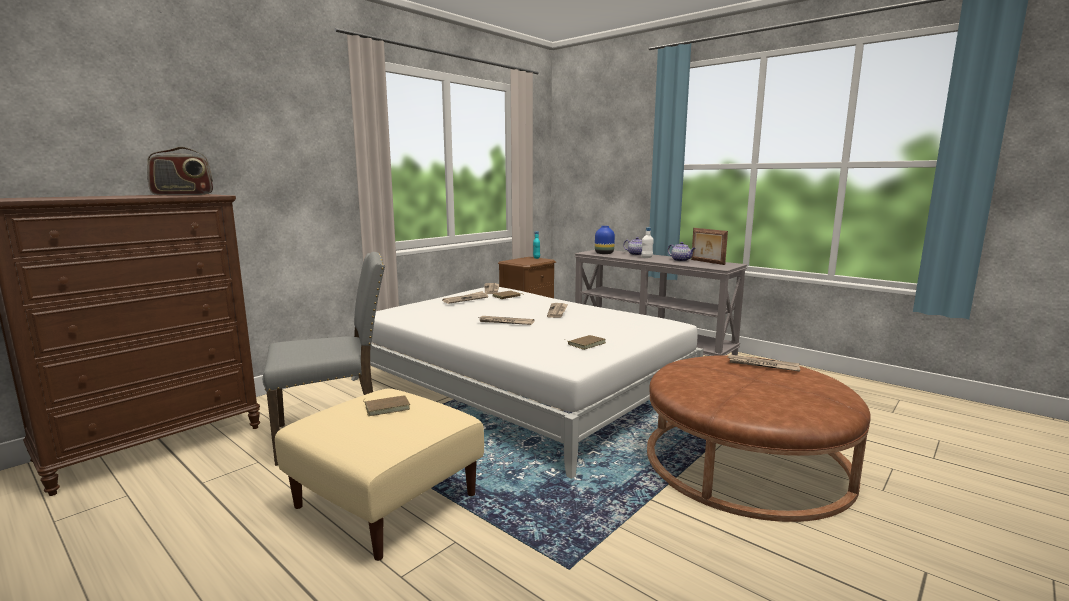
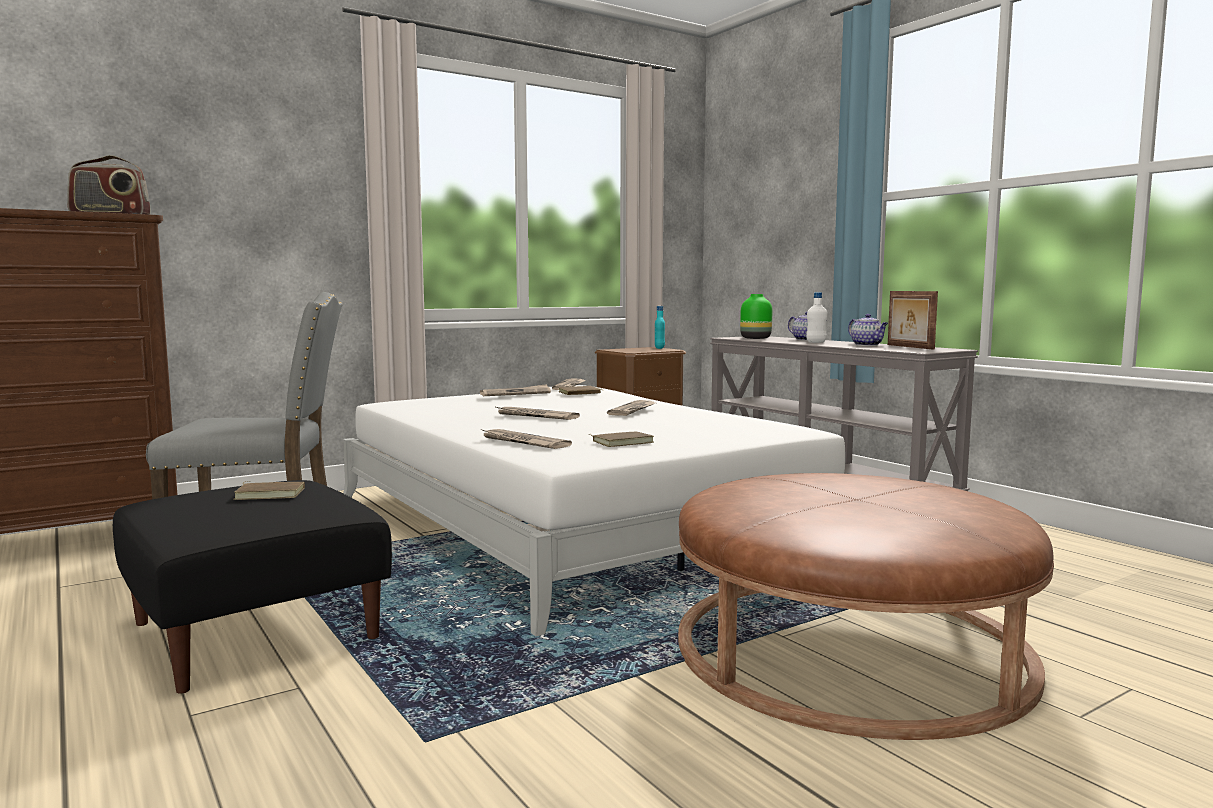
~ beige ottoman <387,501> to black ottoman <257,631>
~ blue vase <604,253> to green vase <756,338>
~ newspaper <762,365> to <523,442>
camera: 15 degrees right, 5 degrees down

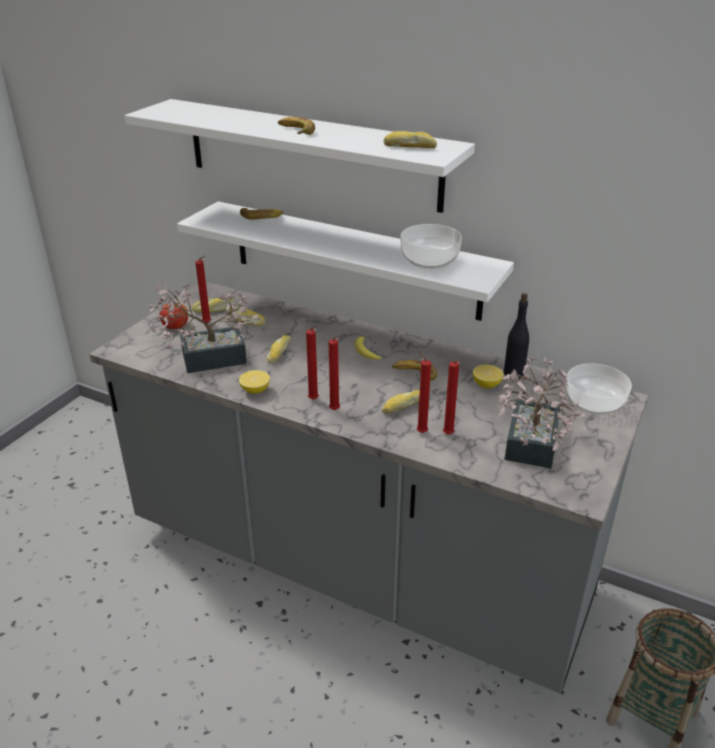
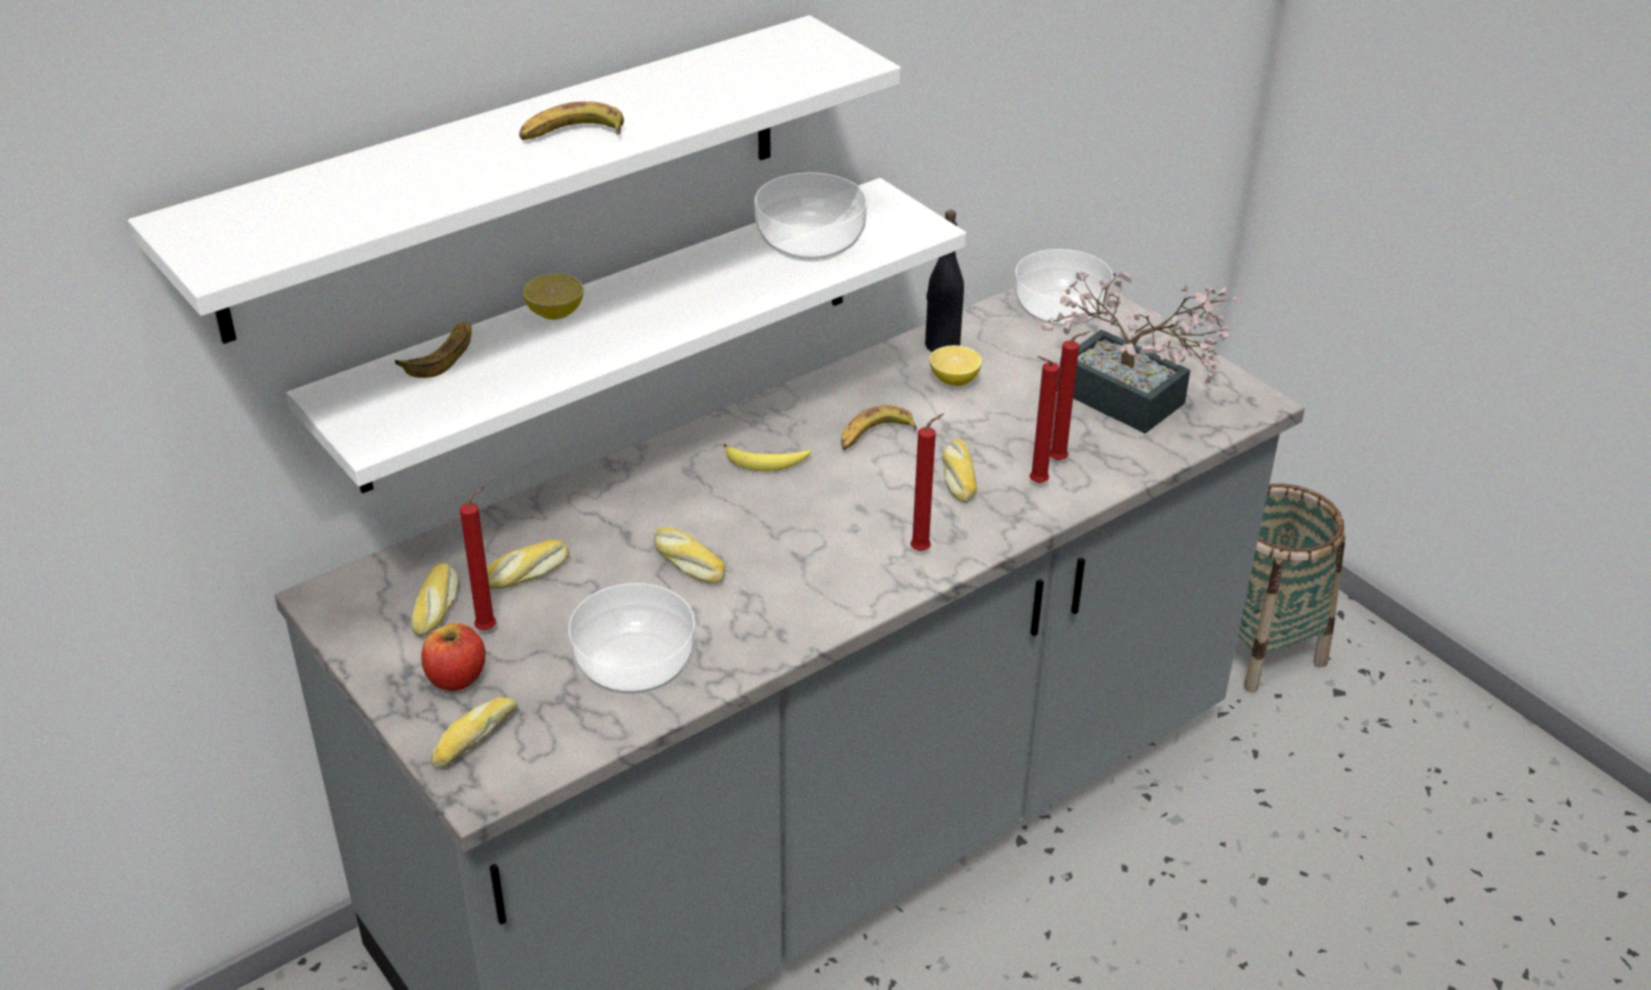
~ potted plant <205,359> to bowl <633,663>
~ lemon <255,390> to <555,313>
- red candle <314,400>
~ bread <410,147> to <473,738>
camera: 65 degrees left, 5 degrees up

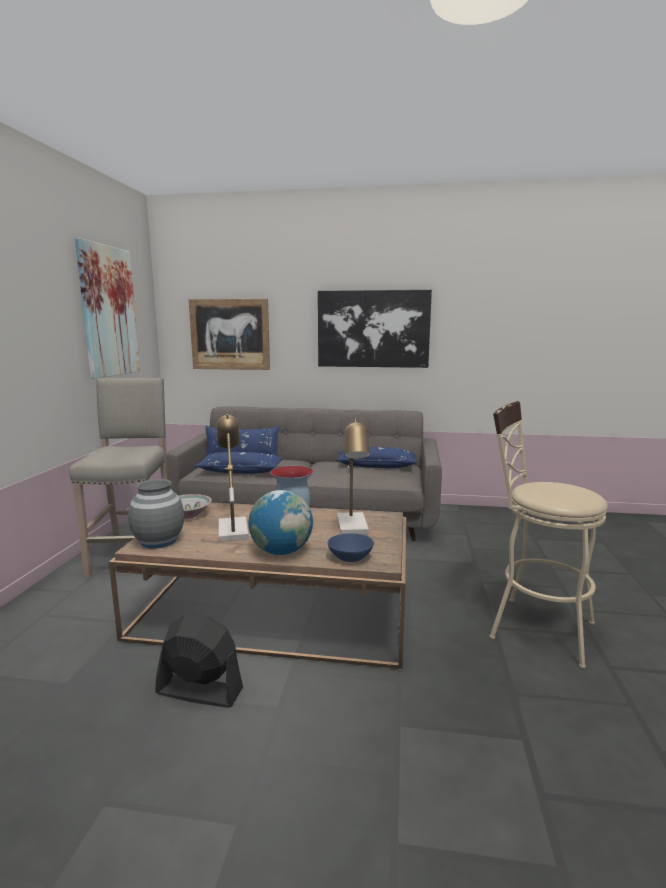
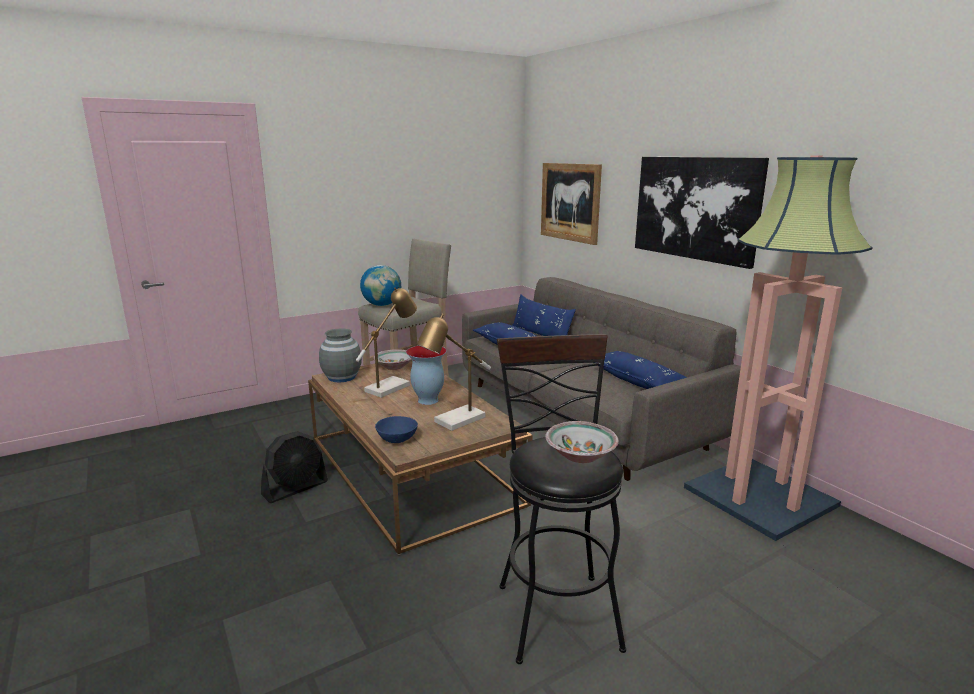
- picture <108,311>
~ black fan <199,691> = <295,488> 75 degrees clockwise
~ globe <281,551> to <382,305>
~ beige stool <532,627> to black stool <555,607>
+ bowl <580,455>
+ floor lamp <760,497>
camera: 50 degrees right, 5 degrees up

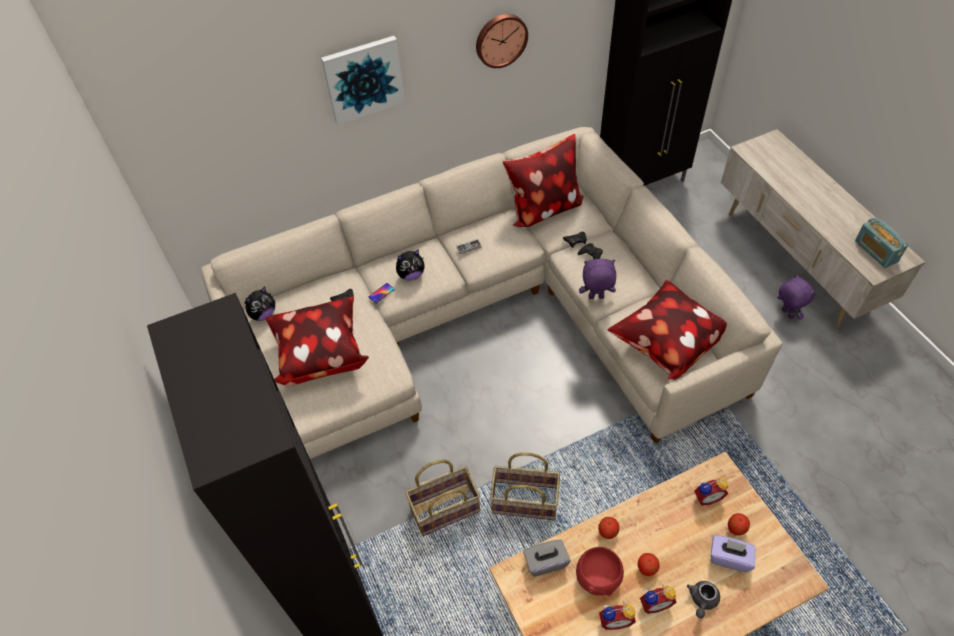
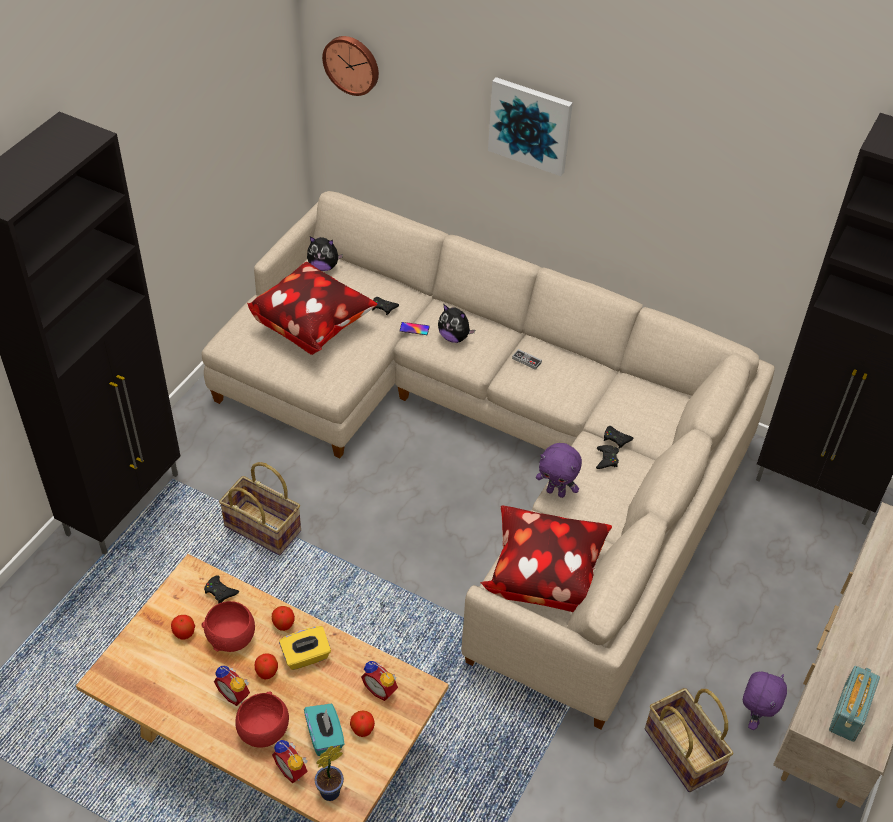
~ wall clock <500,39> to <352,64>
~ basket <524,502> to <681,751>
- pillow <543,208>
~ grey tissue box <545,562> to black game controller <220,591>
~ purple plush toy <596,298> = <556,492> 150 degrees clockwise
~ alarm clock <615,619> to <293,769>
~ grey teapot <702,600> to red bowl <263,732>
~ purple tissue box <729,558> to turquoise tissue box <325,736>
+ apple <184,633>
+ yellow tissue box <306,656>
+ potted plant <332,790>
camera: 50 degrees right, 5 degrees down

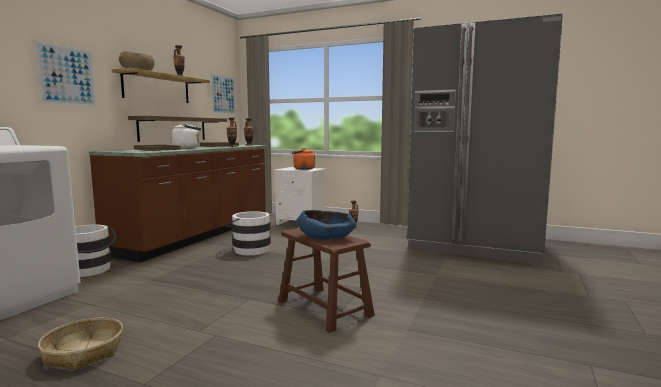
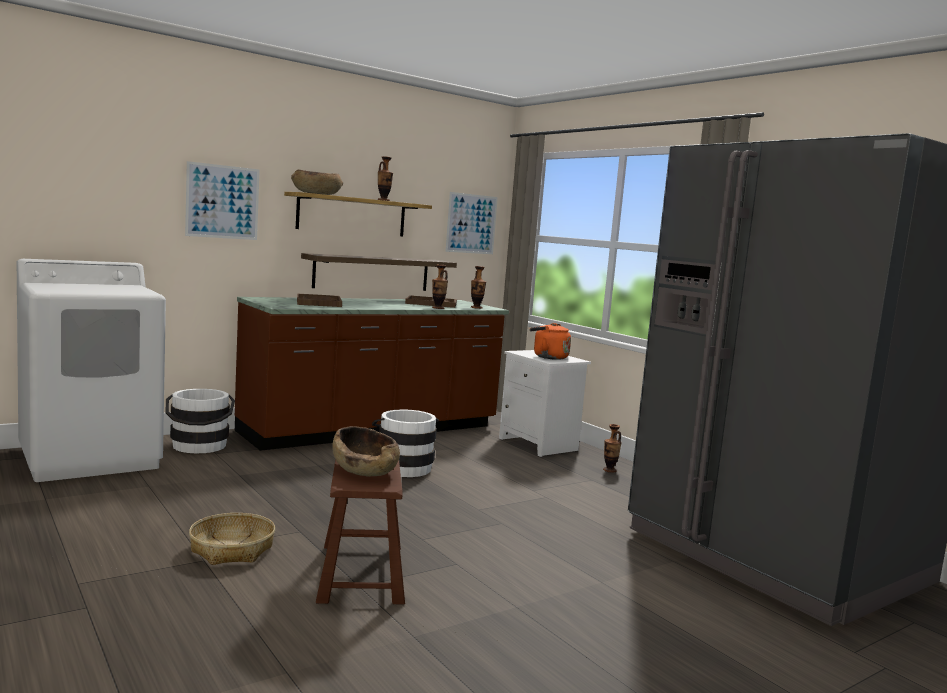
~ basket <83,352> to <231,549>
- white kettle <188,148>
~ blue bowl <326,237> to brown bowl <365,470>
camera: 30 degrees right, 0 degrees up

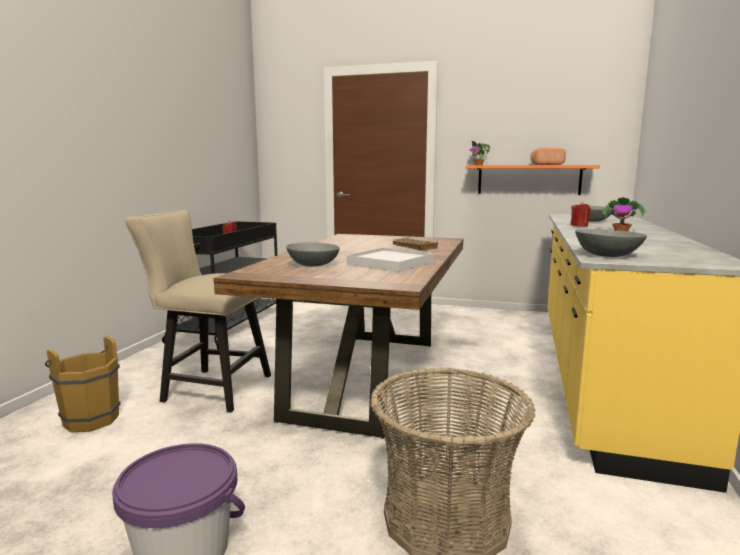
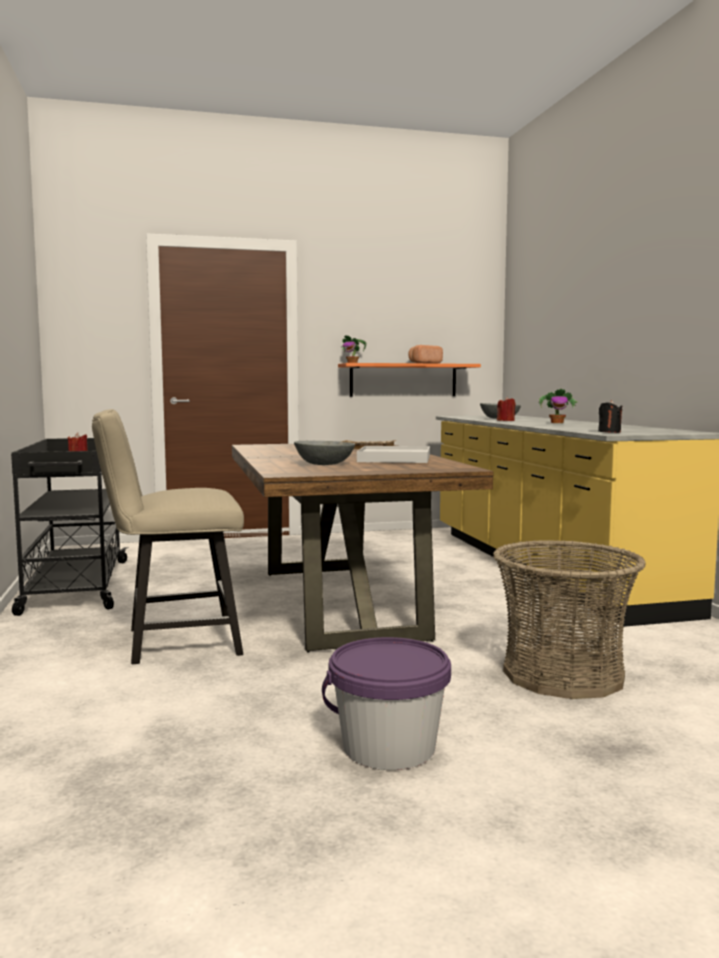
- brown bucket <89,419>
~ grey bowl <607,255> to black candle <609,432>
camera: 30 degrees left, 5 degrees down

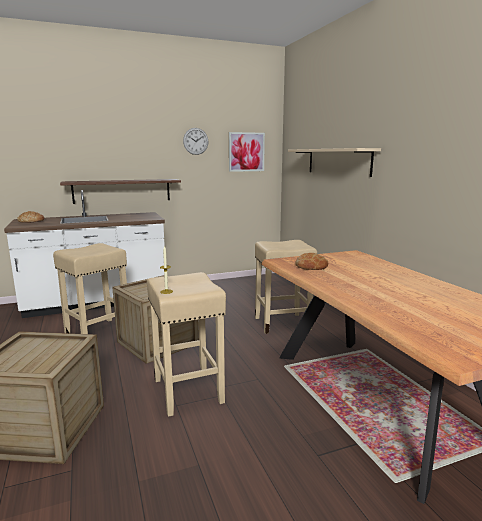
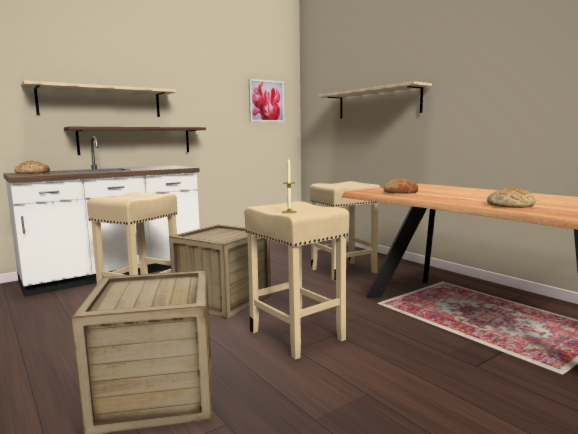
- wall clock <195,141>
+ beige shelf <101,102>
+ bread <510,205>
camera: 15 degrees left, 5 degrees down

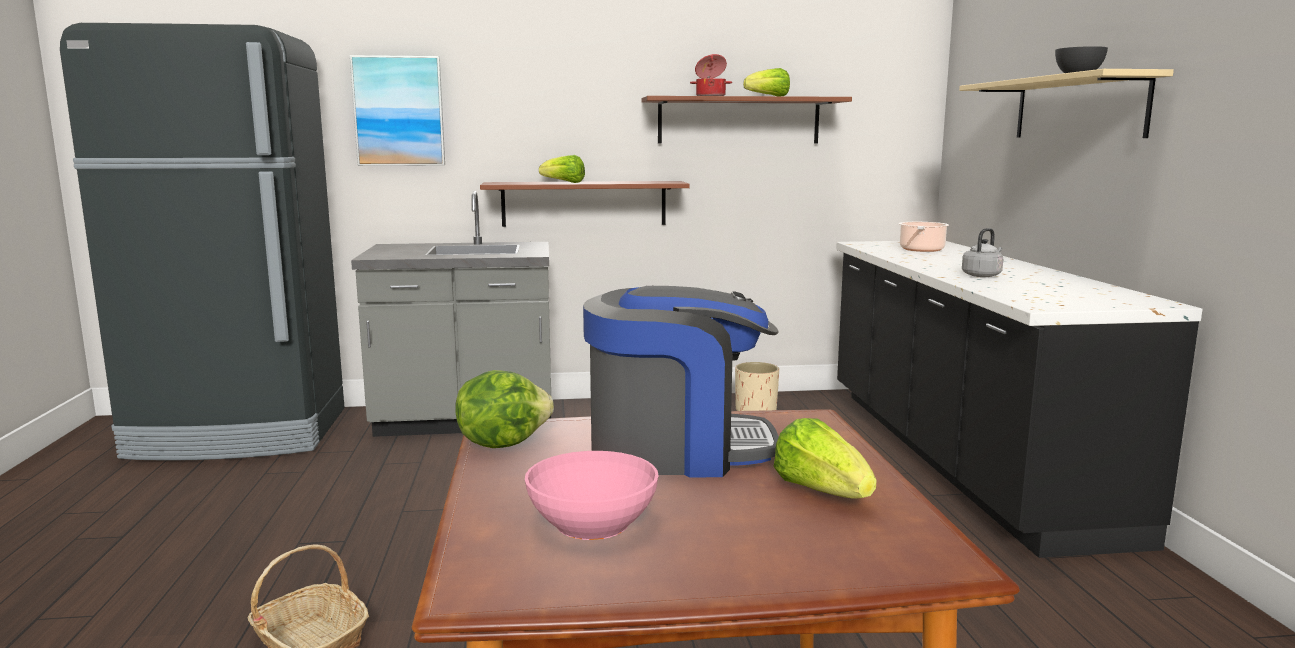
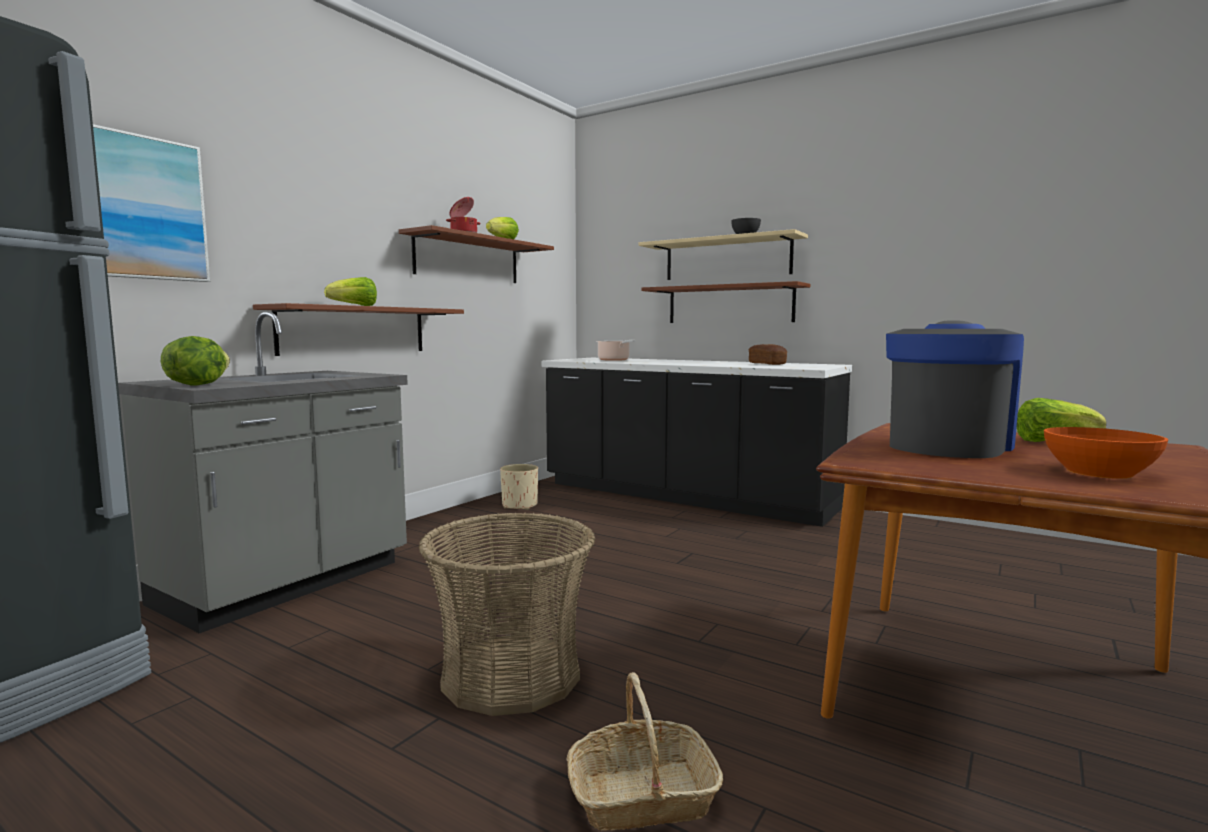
~ lettuce <502,443> to <196,385>
~ pink bowl <591,523> to orange bowl <1099,472>
- grey kettle <982,275>
+ basket <511,675>
+ brown shelf <729,304>
+ bread <767,364>
camera: 50 degrees left, 5 degrees down

